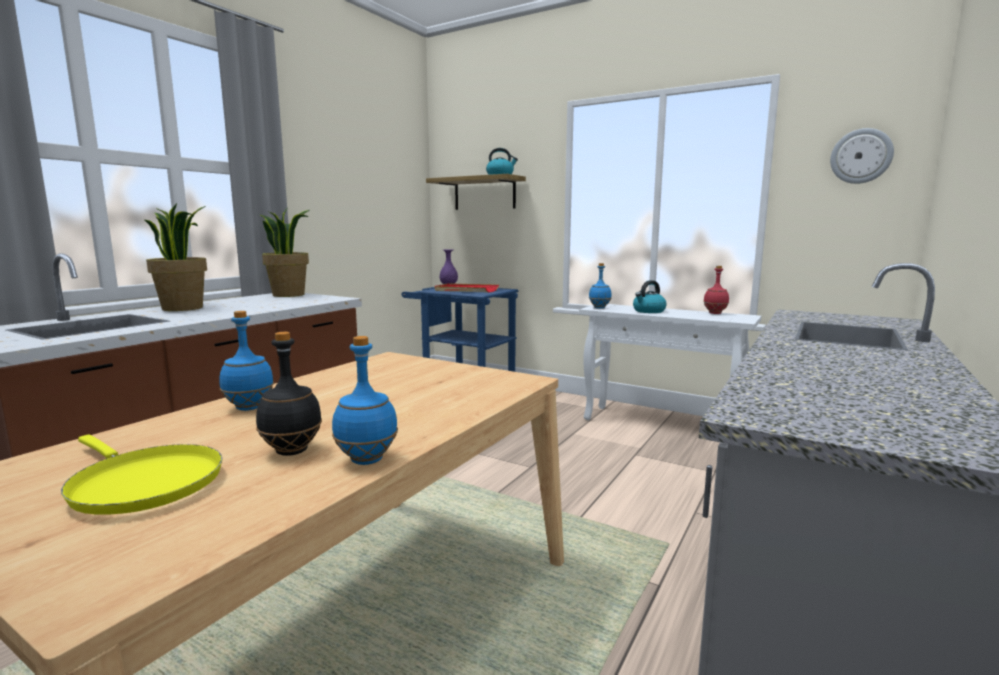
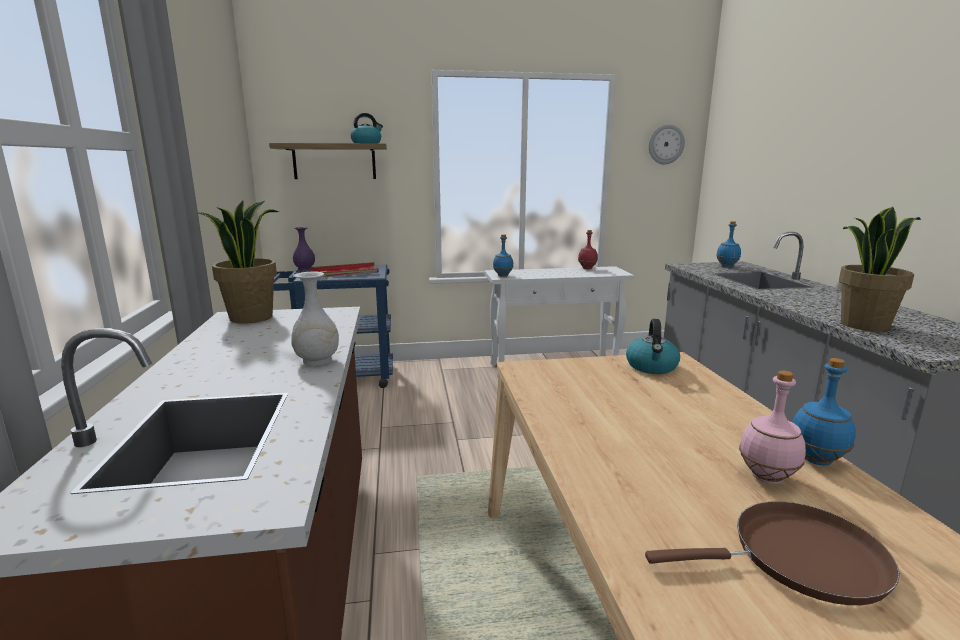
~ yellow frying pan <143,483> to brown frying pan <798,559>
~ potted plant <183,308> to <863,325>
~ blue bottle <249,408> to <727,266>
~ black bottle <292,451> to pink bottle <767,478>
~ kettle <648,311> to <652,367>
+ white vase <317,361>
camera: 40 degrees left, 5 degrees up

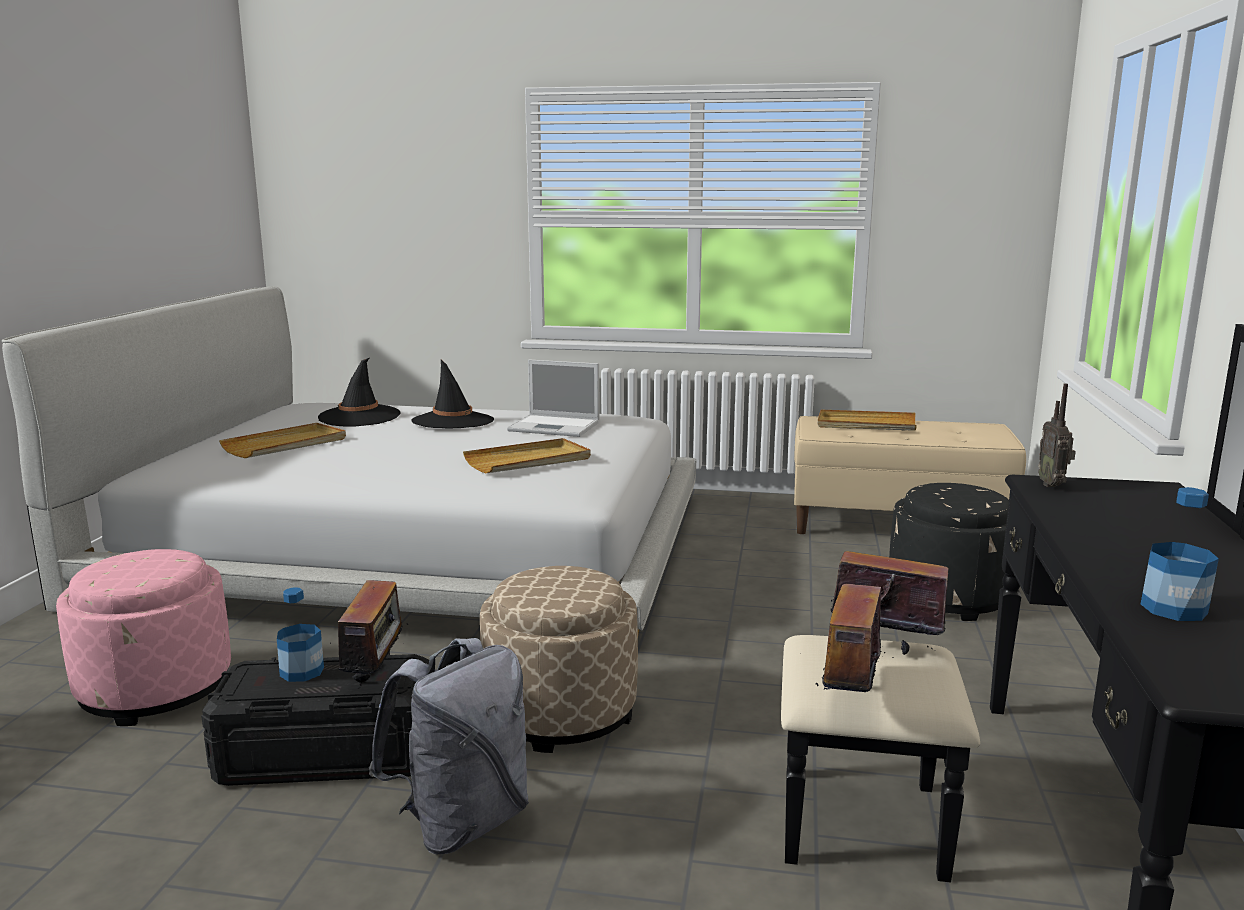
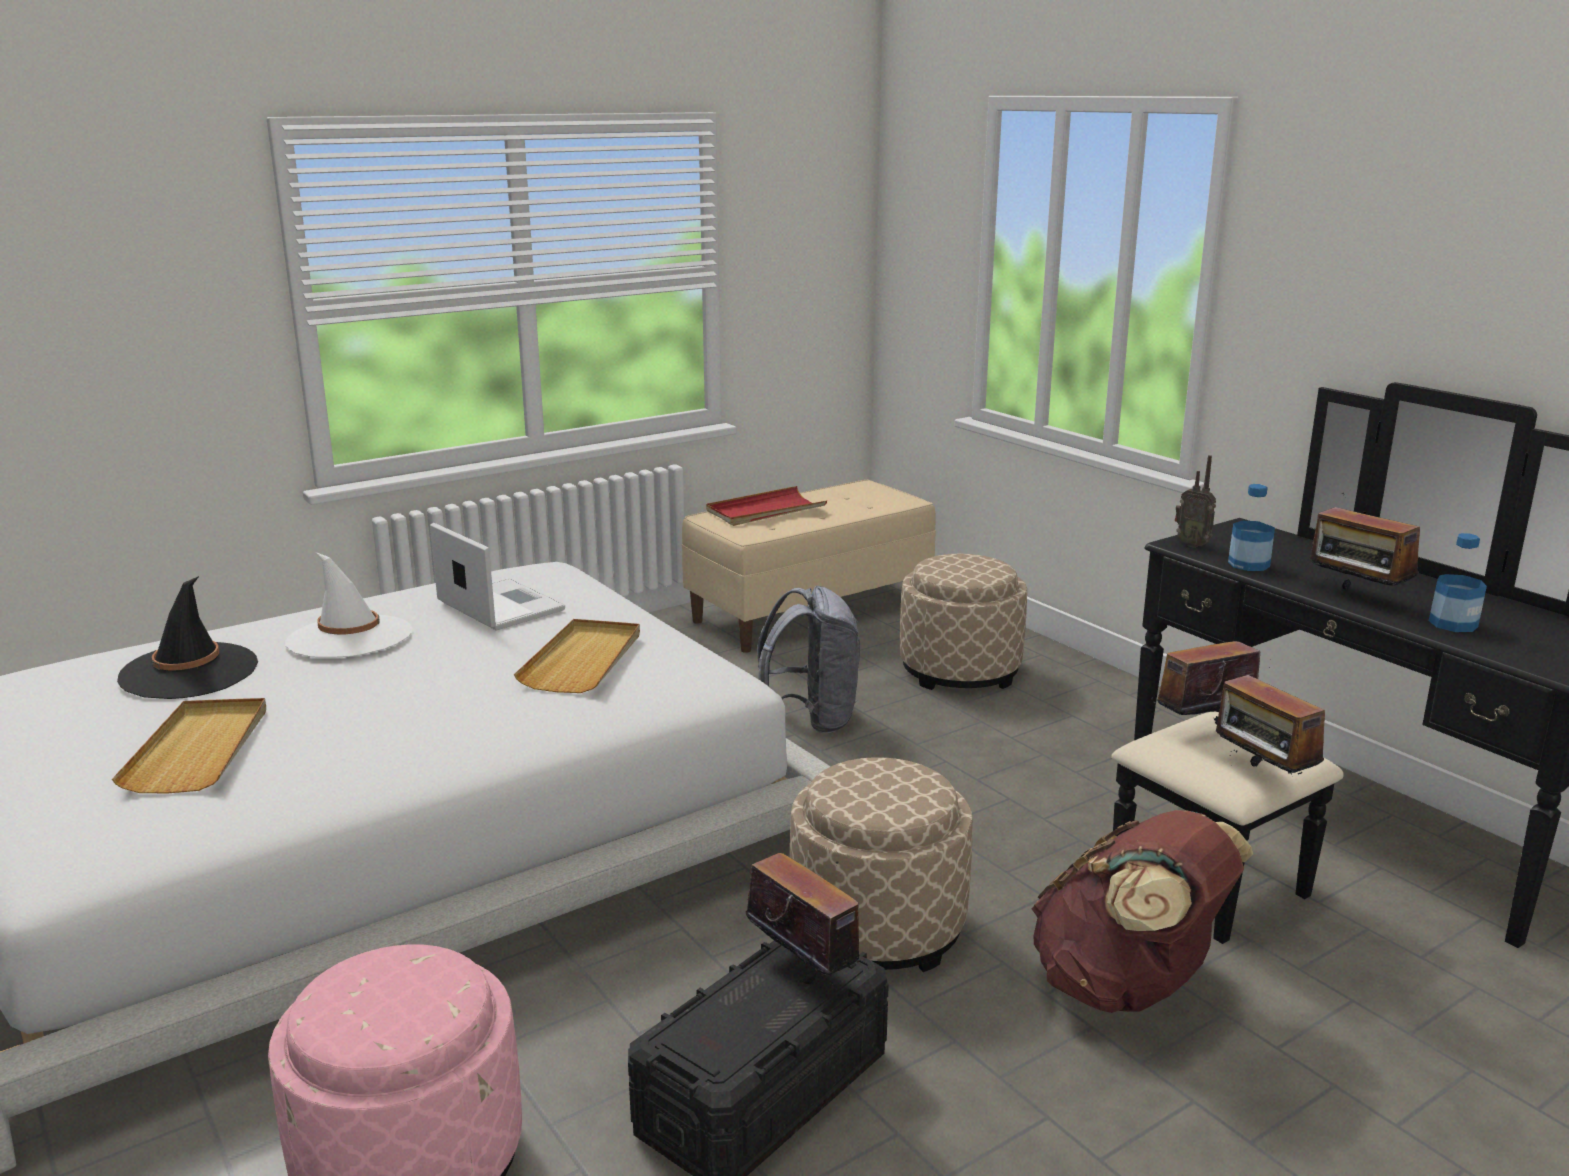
~ bottle <302,671> to <1248,564>
~ grey backpack <462,822> to <812,719>
~ black hat <453,421> to white hat <349,638>
~ laptop <556,427> = <499,606> 105 degrees counterclockwise
~ beige tray <866,424> to red tray <765,511>
~ black ottoman <948,596> to beige ottoman <960,670>
+ brown backpack <1126,988>
+ radio <1356,597>
camera: 45 degrees left, 5 degrees up

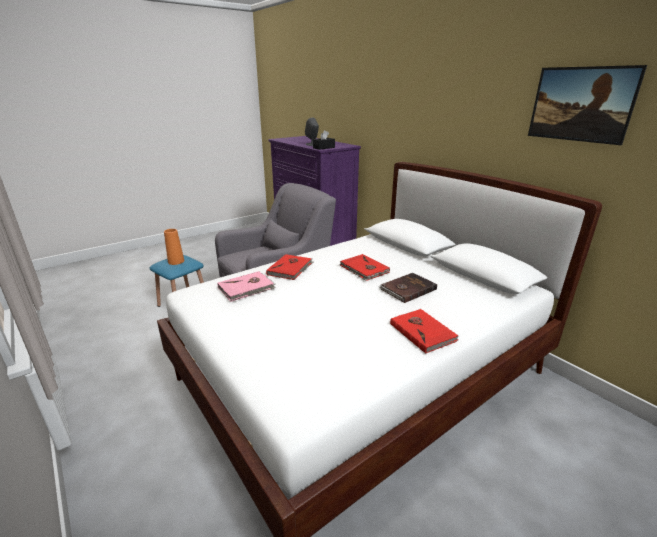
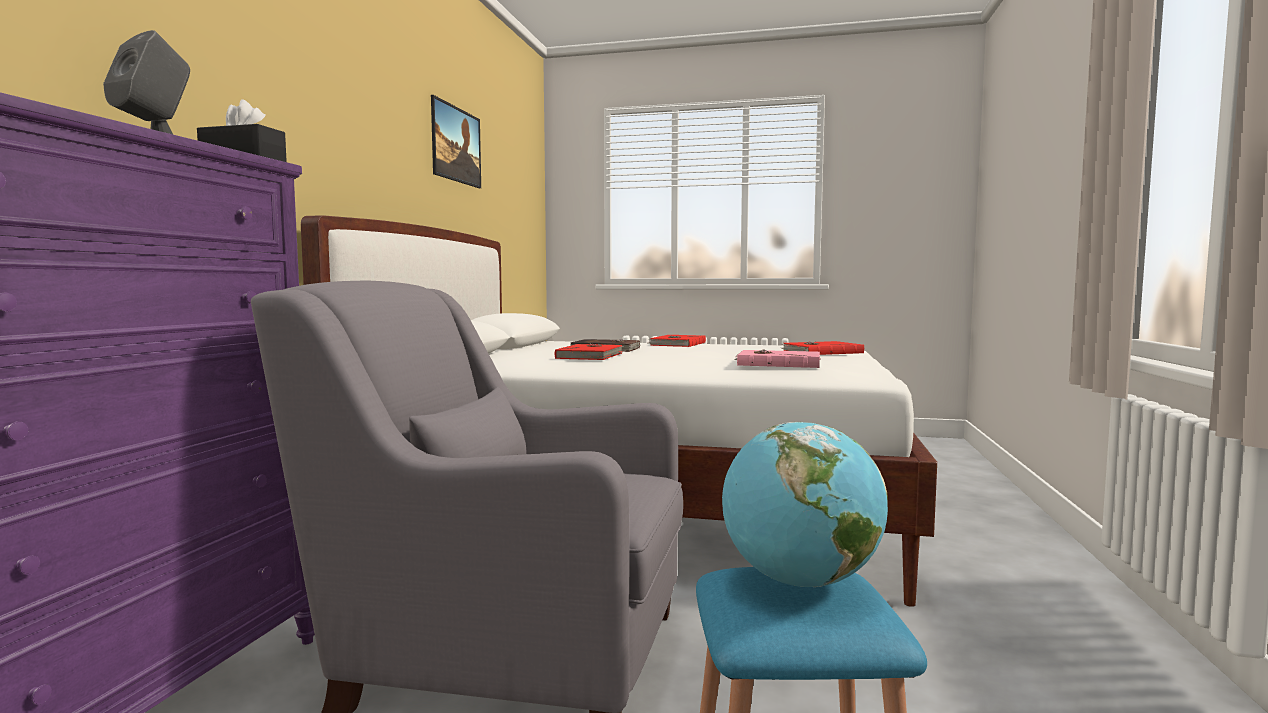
~ orange vase <176,261> to globe <800,582>
~ red book <290,268> to <821,352>
camera: 130 degrees left, 20 degrees down

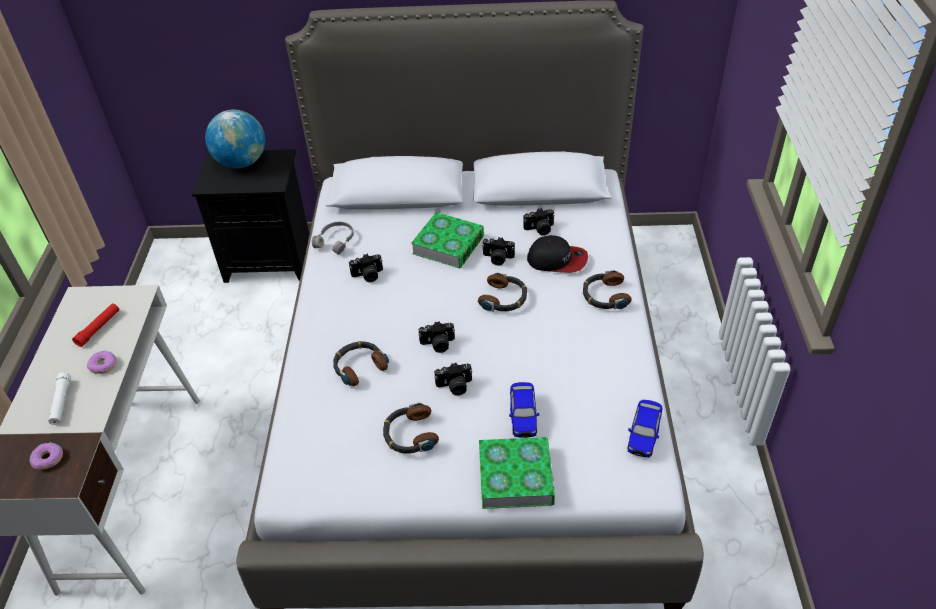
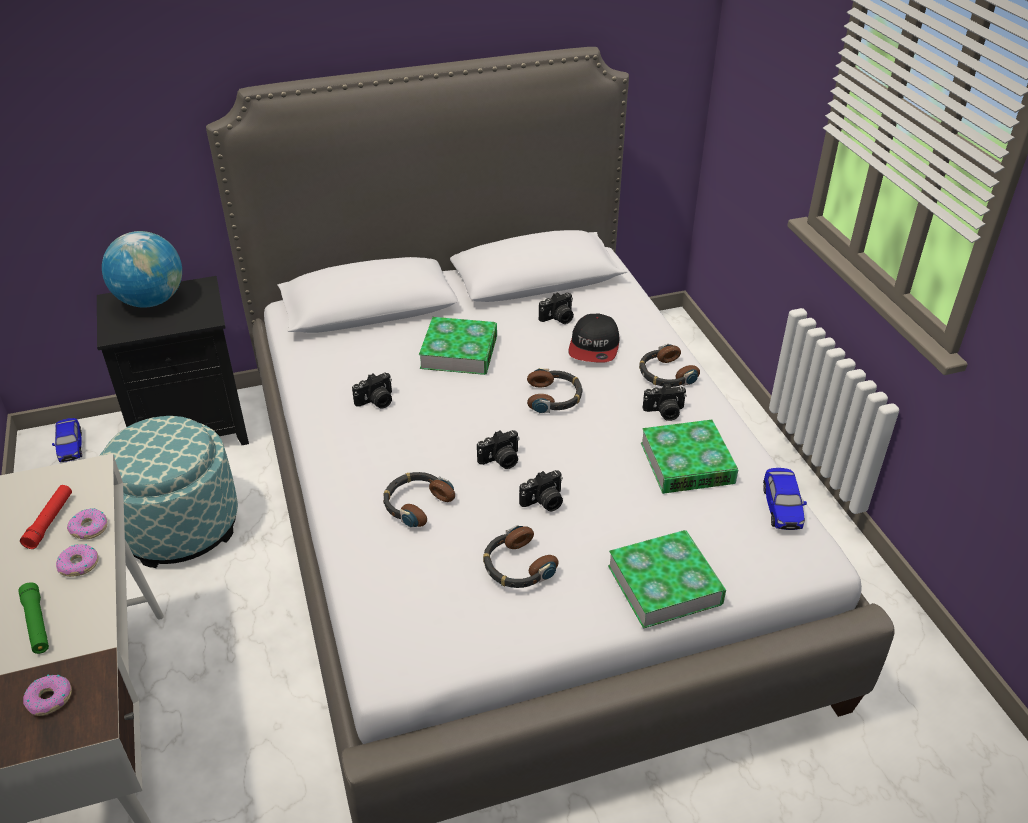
~ white flashlight <61,402> to green flashlight <37,624>
- grey headphones <336,241>
~ photo camera <497,258> to <664,412>
~ toy car <523,417> to <71,447>
~ cap <557,260> = <594,347> 105 degrees clockwise
+ donut <89,528>
+ ottoman <180,526>
+ book <687,463>
camera: 20 degrees left, 5 degrees down

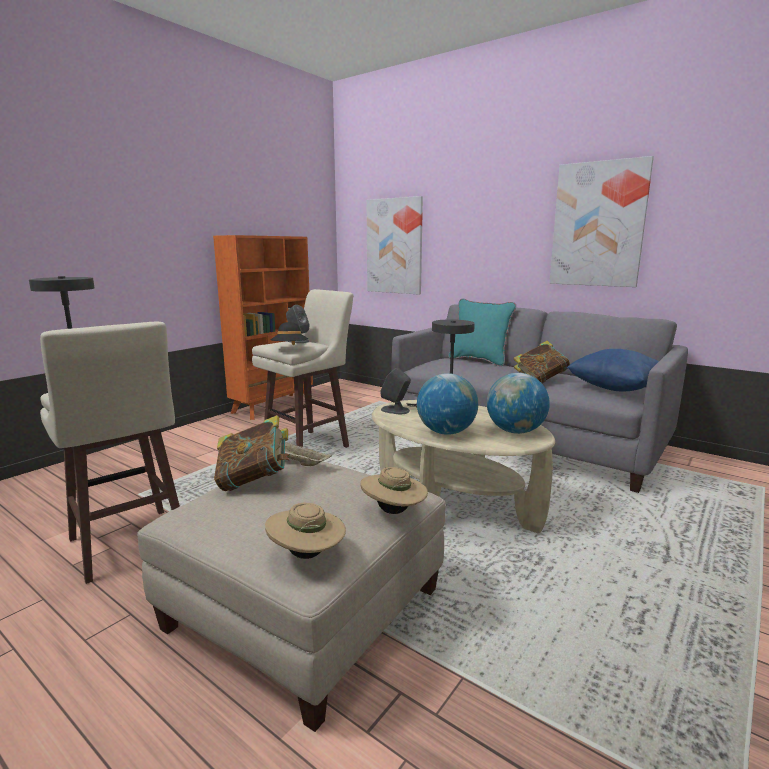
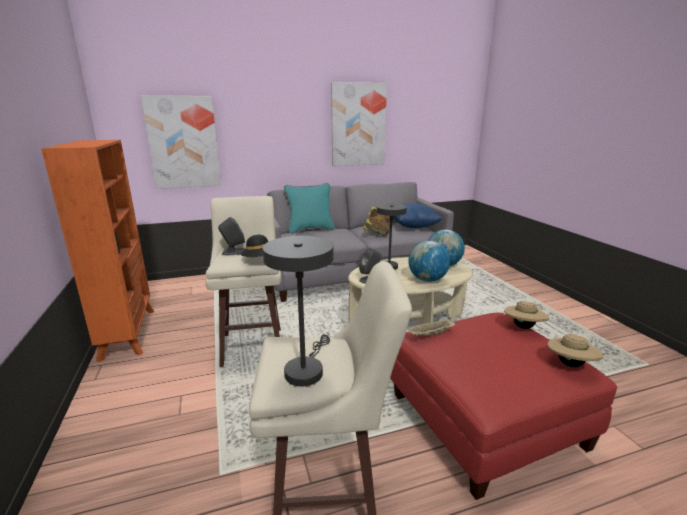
~ beige ottoman <304,609> to red ottoman <485,420>
- book <254,481>
camera: 55 degrees left, 5 degrees up

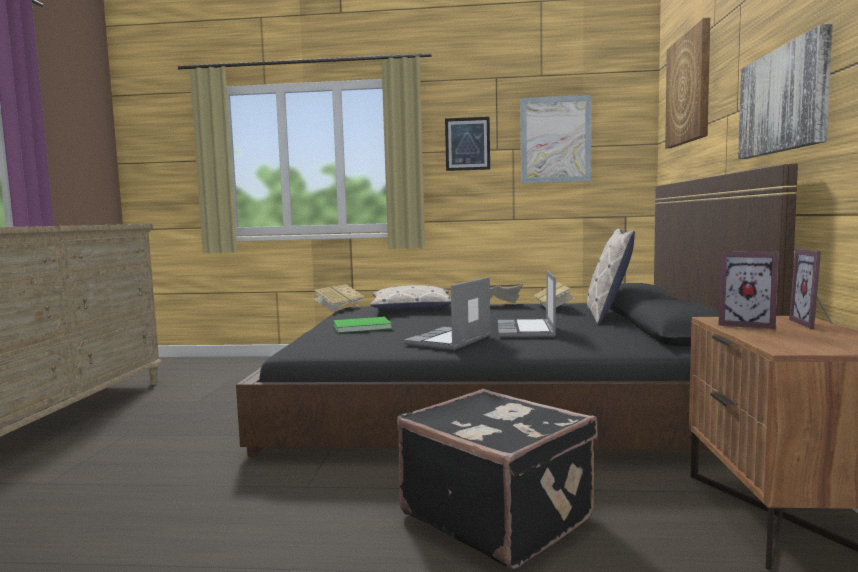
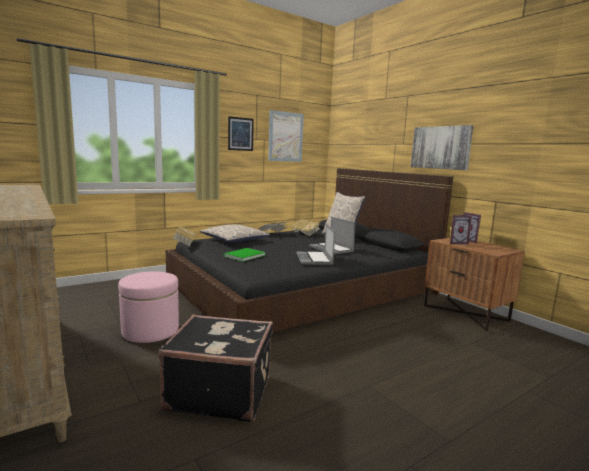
~ black suitcase <497,515> to <220,391>
- picture <689,89>
+ pink ottoman <150,330>
camera: 40 degrees left, 5 degrees up

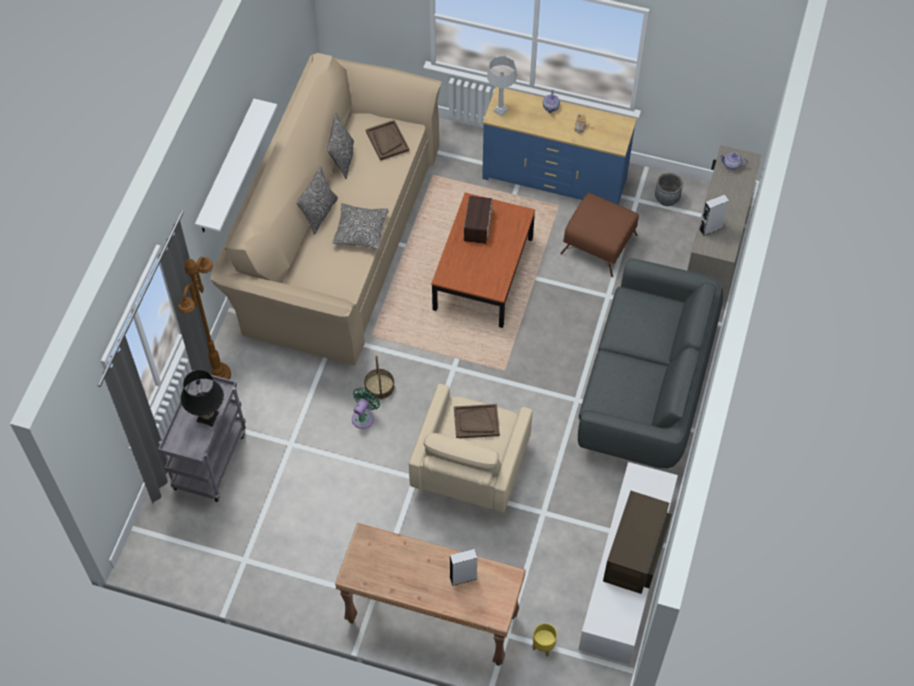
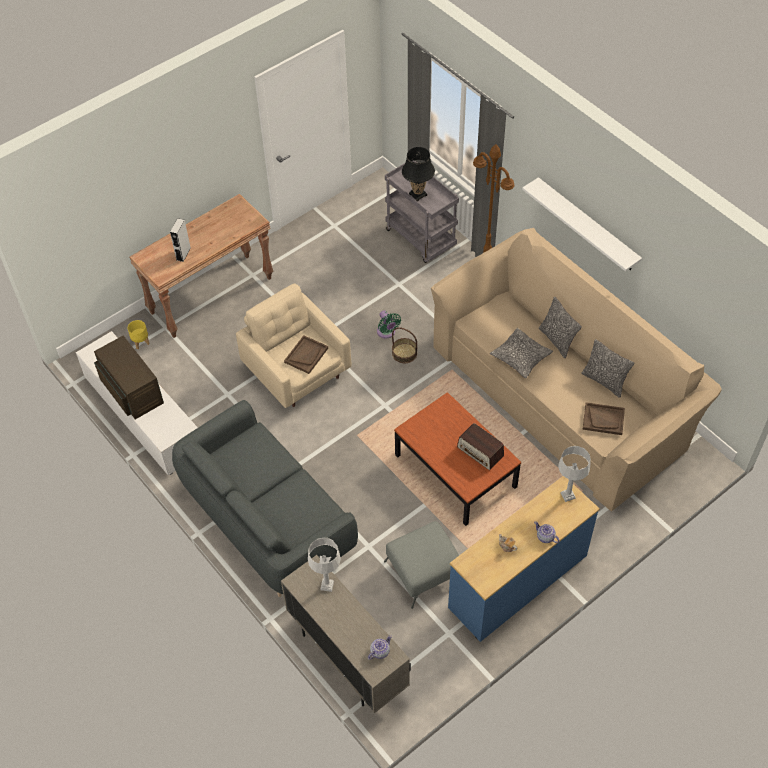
~ brown ottoman <599,245> to grey ottoman <423,572>
- grey planter <667,199>
~ grey speaker <710,228> to grey table lamp <327,585>
camera: 125 degrees right, 5 degrees down

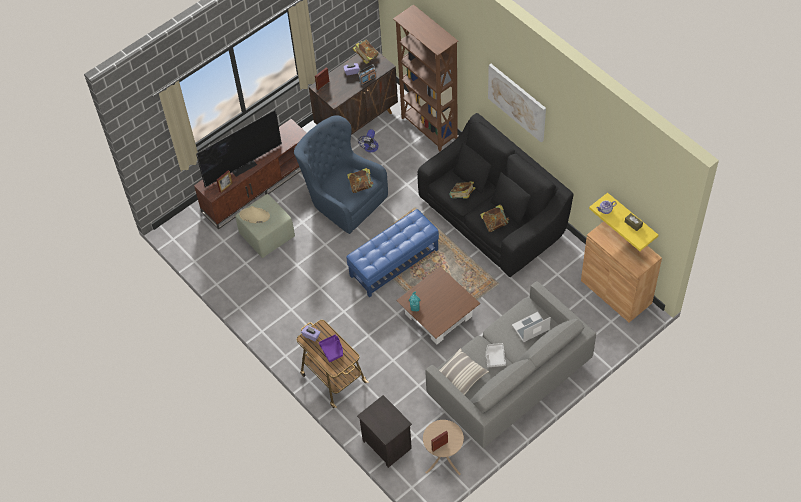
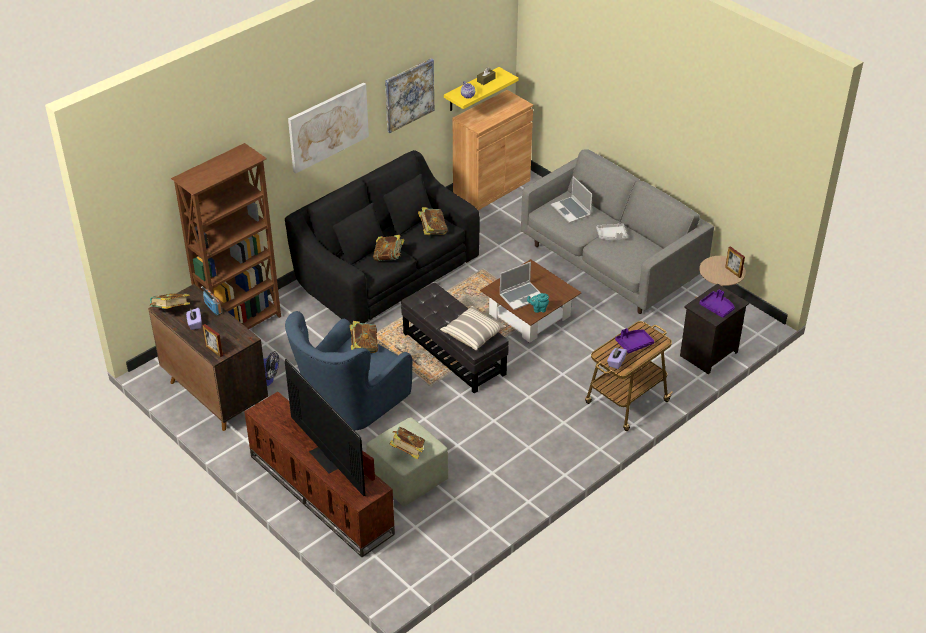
~ beige hat <254,216> to book <407,451>
~ blue ottoman <393,262> to black ottoman <453,354>
~ pillow <462,376> to <473,334>
+ picture <409,95>
+ laptop <521,296>
+ purple tray <717,307>
camera: 95 degrees left, 15 degrees down

